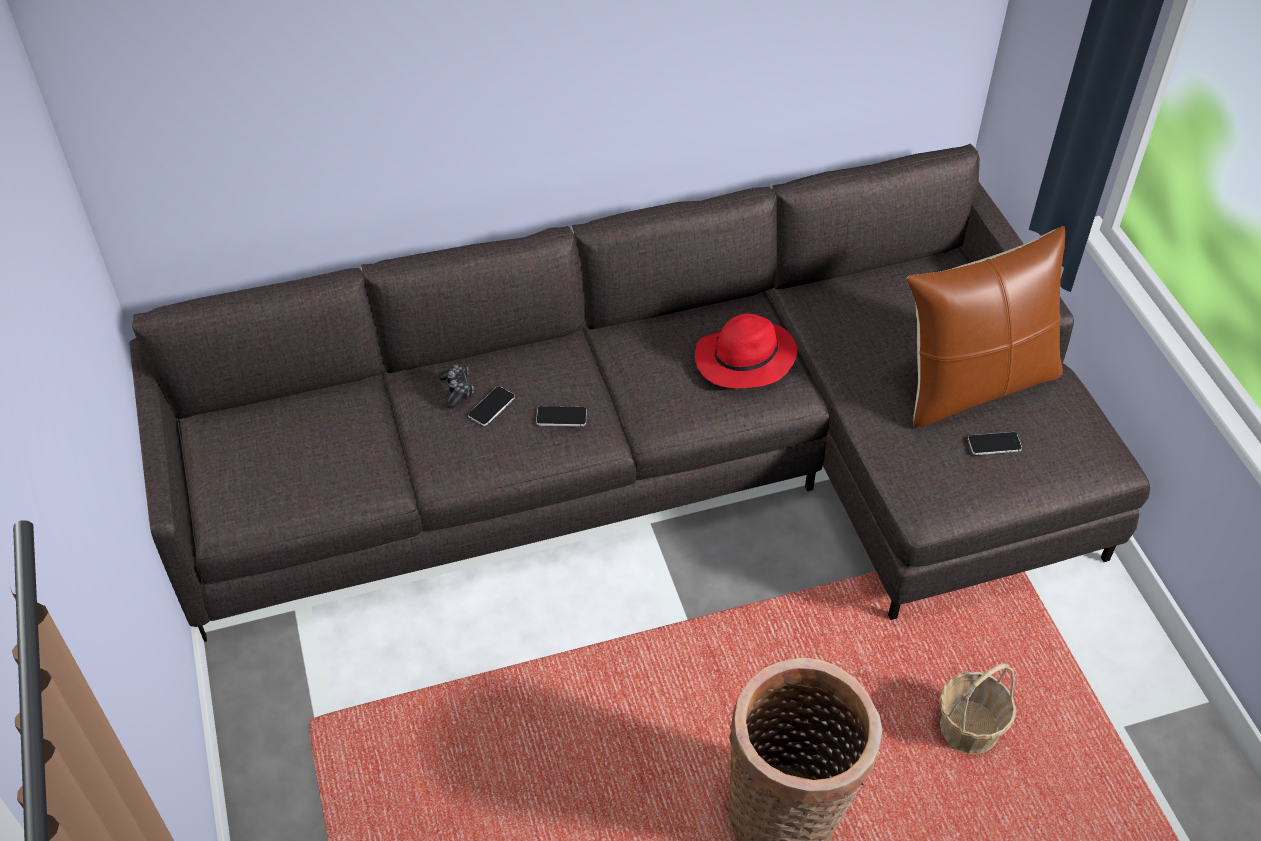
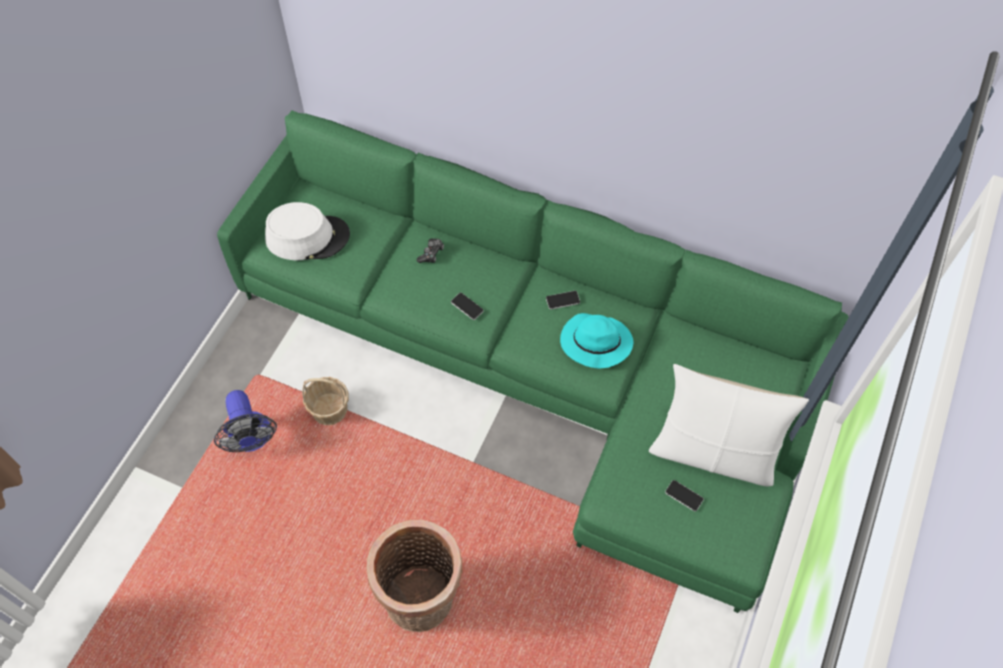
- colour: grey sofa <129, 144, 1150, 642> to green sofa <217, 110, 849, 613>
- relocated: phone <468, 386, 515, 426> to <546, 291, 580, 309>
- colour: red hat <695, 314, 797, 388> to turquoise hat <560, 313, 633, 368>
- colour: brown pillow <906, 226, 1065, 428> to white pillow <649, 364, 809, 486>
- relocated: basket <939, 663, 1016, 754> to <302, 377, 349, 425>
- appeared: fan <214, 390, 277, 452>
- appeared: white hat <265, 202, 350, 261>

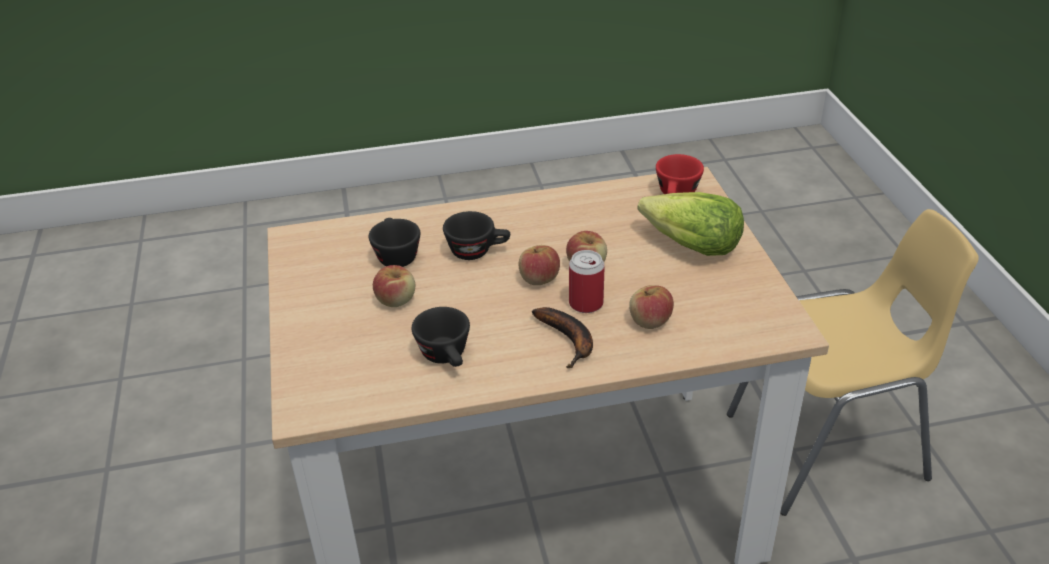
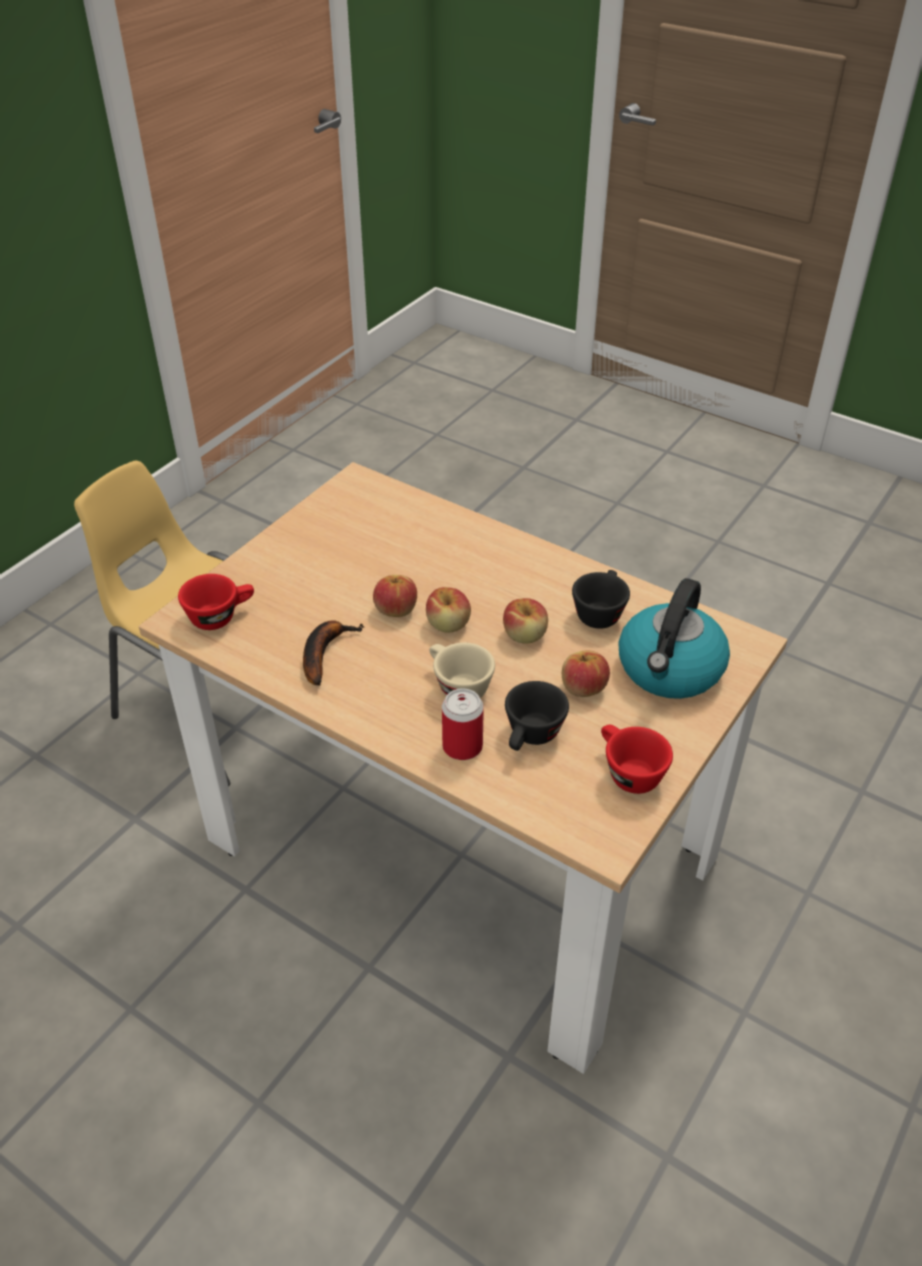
- colour: black cup <443, 211, 510, 260> to beige cup <429, 643, 495, 698>
- relocated: banana <532, 307, 593, 368> to <303, 620, 364, 686>
- relocated: can <569, 250, 605, 313> to <442, 689, 484, 760>
- relocated: apple <629, 285, 674, 329> to <503, 598, 548, 644>
- missing: lettuce <637, 192, 744, 256>
- appeared: red cup <601, 725, 673, 794>
- appeared: kettle <619, 578, 730, 699>

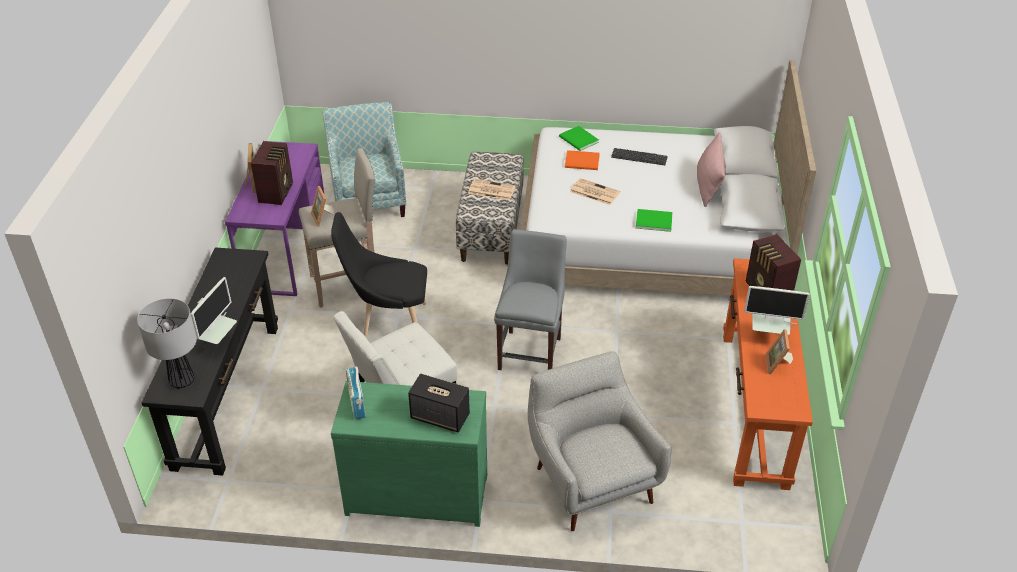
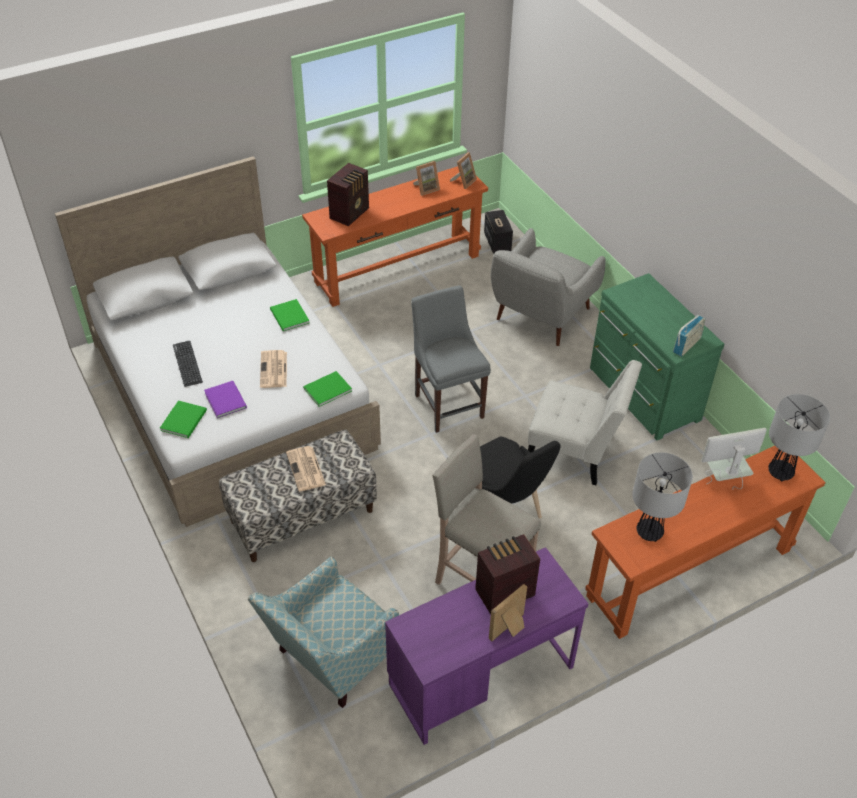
- colour: black console table <141, 248, 278, 476> to orange console table <585, 446, 826, 639>
- relocated: picture frame <311, 186, 334, 227> to <450, 152, 477, 189>
- relocated: speaker <408, 374, 470, 433> to <484, 210, 513, 254>
- spun: grey chair <494, 229, 567, 370> = <411, 285, 491, 433> 90 degrees clockwise
- colour: orange book <565, 150, 600, 170> to purple book <204, 381, 247, 418>
- missing: pink pillow <697, 132, 726, 207>
- missing: monitor <744, 286, 810, 335>
- appeared: green book <303, 371, 352, 407>
- appeared: table lamp <632, 452, 693, 542>

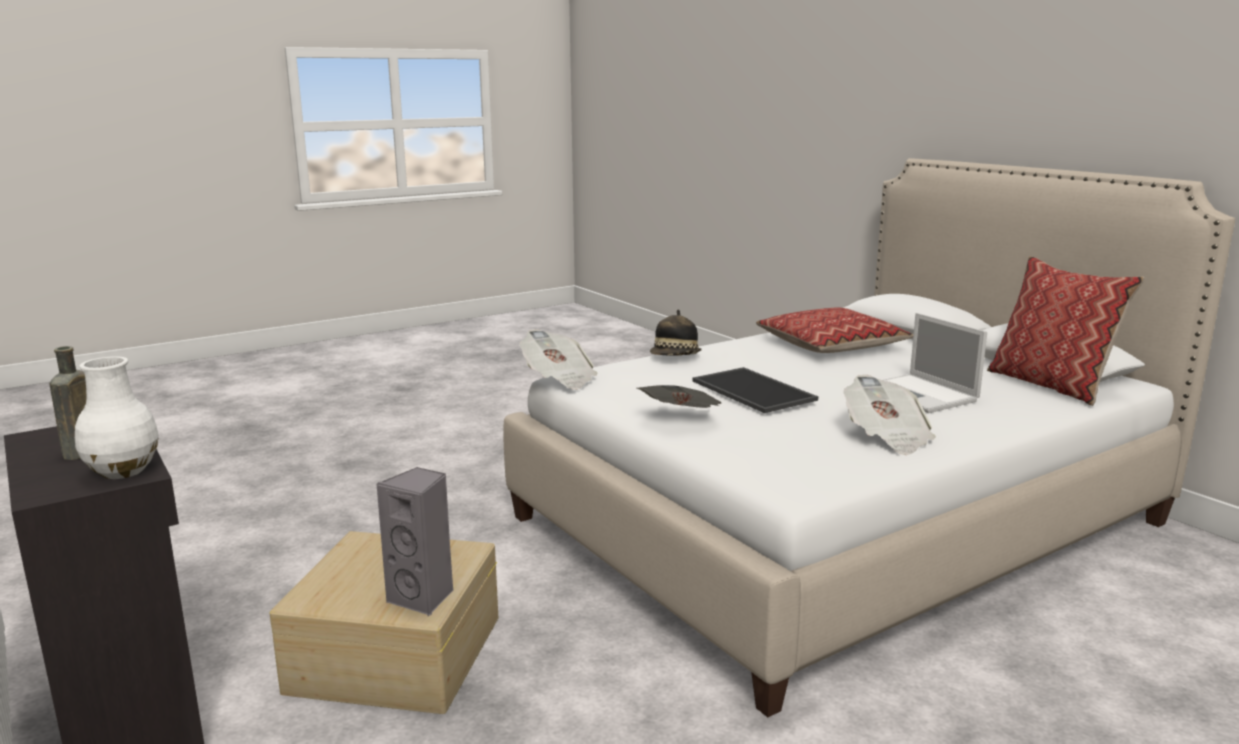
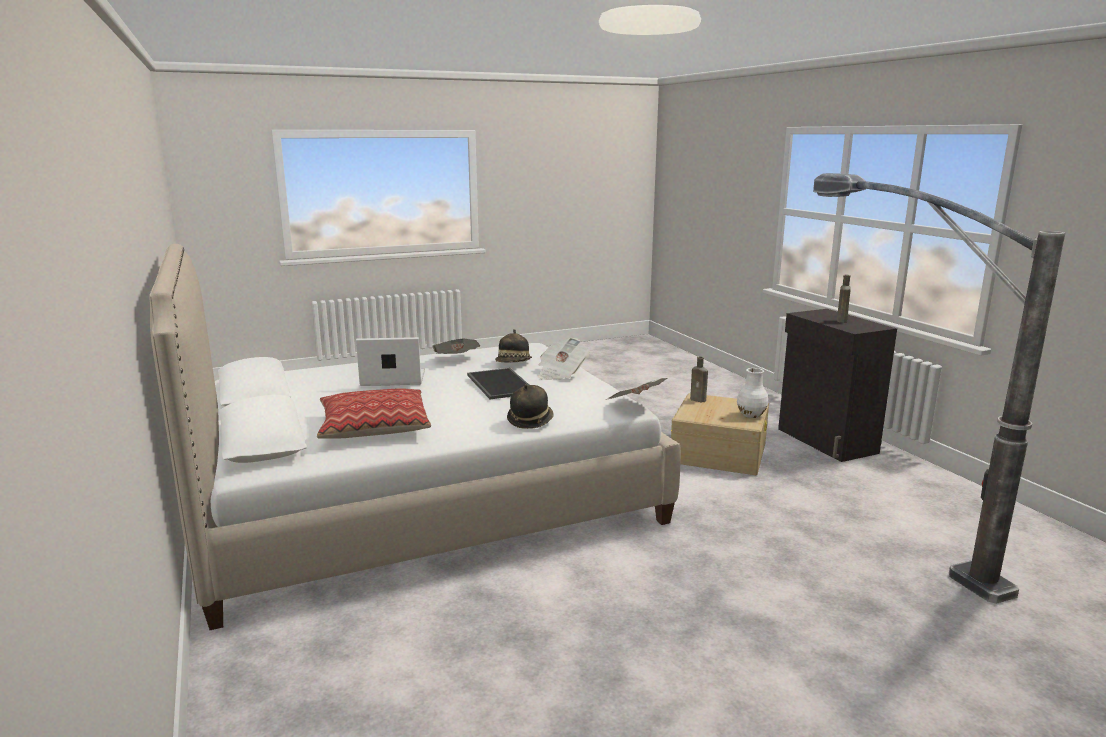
- relocated: white vase <75, 356, 159, 479> to <737, 368, 768, 418>
- exchanged: grey speaker <376, 467, 453, 616> to brown bottle <690, 356, 708, 402>
- spun: laptop <884, 313, 987, 413> = <356, 337, 425, 386> 75 degrees counterclockwise
- missing: pillow <987, 256, 1145, 406>
- appeared: hat <495, 329, 532, 363>
- appeared: floor lamp <813, 173, 1065, 604>

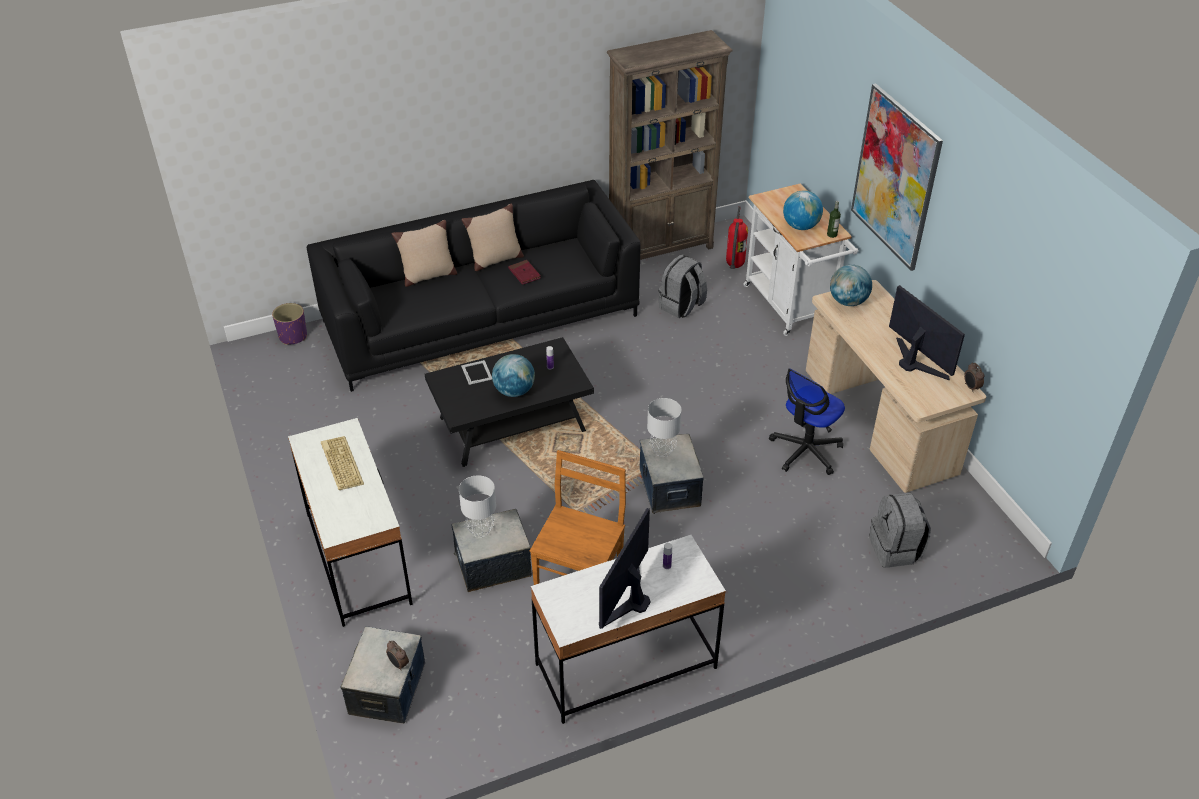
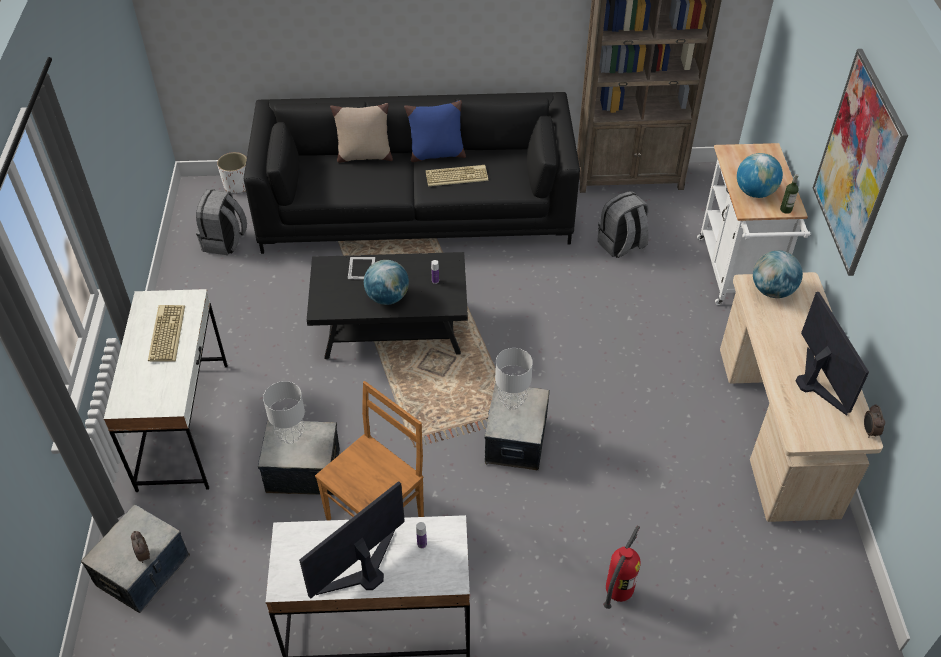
- colour: purple planter <272, 303, 307, 345> to white planter <217, 152, 247, 193>
- colour: beige pillow <461, 204, 524, 271> to blue pillow <404, 100, 466, 162>
- exchanged: red book <508, 260, 541, 285> to keyboard <426, 165, 488, 186>
- relocated: fire extinguisher <726, 206, 748, 269> to <603, 526, 641, 609>
- missing: office chair <769, 368, 845, 475>
- relocated: grey backpack <869, 493, 931, 568> to <196, 189, 247, 255>

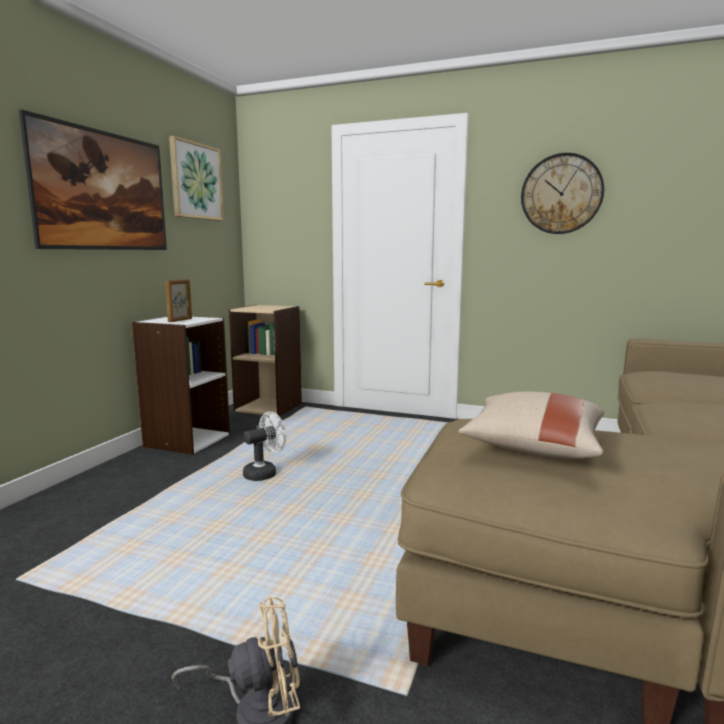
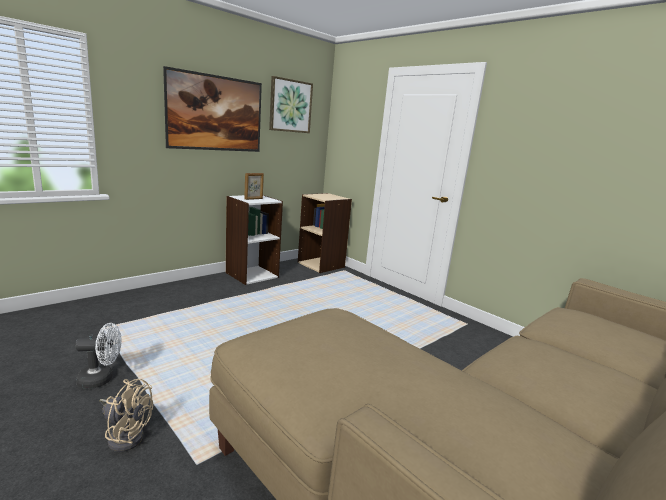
- relocated: white fan <243, 411, 286, 481> to <75, 323, 122, 388>
- missing: beige pillow <458, 392, 604, 459>
- missing: wall clock <521, 153, 604, 234>

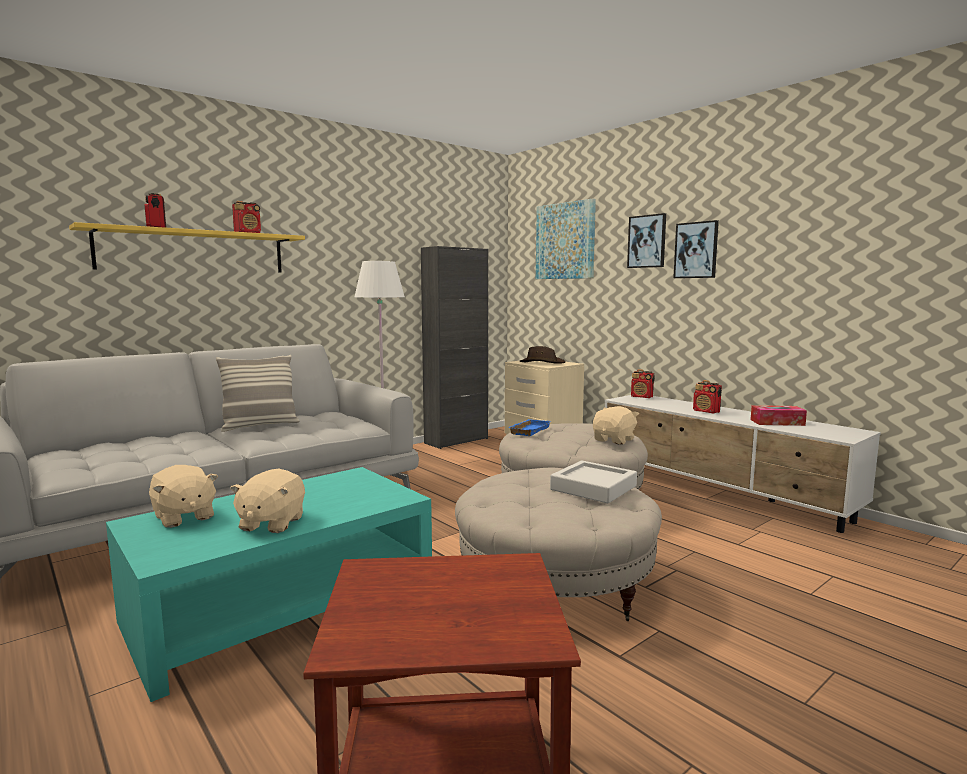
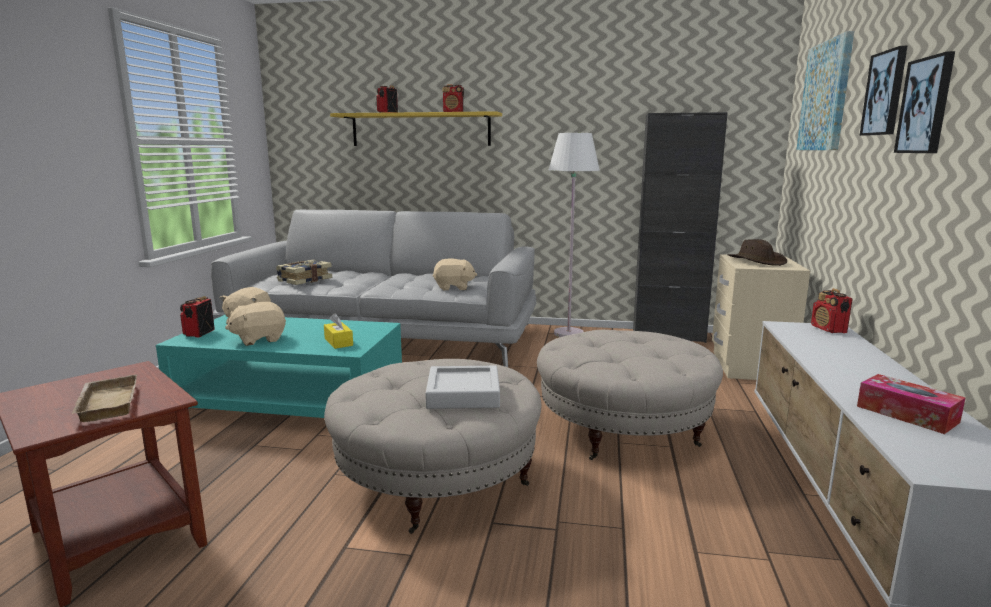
- missing: pillow <216, 355, 299, 432>
- missing: blue tray <507, 419, 551, 436>
- relocated: beige plush toy <593, 406, 639, 445> to <433, 258, 477, 290>
- relocated: radio <693, 380, 722, 414> to <180, 296, 215, 337>
- appeared: beige tray <72, 374, 137, 422>
- appeared: book <276, 260, 332, 285>
- appeared: yellow tissue box <324, 313, 353, 349>

